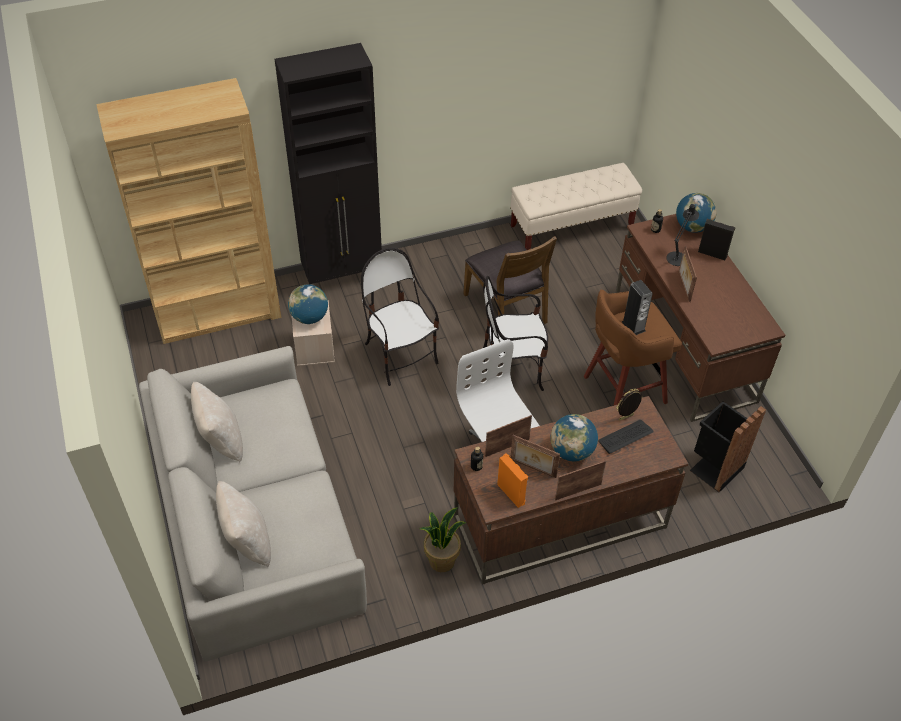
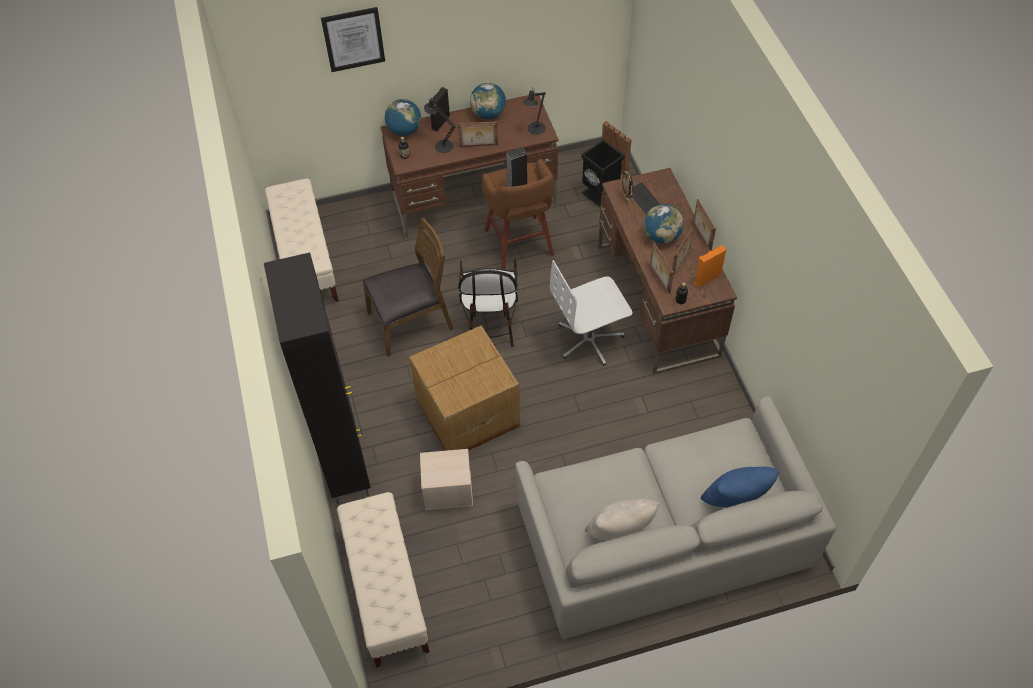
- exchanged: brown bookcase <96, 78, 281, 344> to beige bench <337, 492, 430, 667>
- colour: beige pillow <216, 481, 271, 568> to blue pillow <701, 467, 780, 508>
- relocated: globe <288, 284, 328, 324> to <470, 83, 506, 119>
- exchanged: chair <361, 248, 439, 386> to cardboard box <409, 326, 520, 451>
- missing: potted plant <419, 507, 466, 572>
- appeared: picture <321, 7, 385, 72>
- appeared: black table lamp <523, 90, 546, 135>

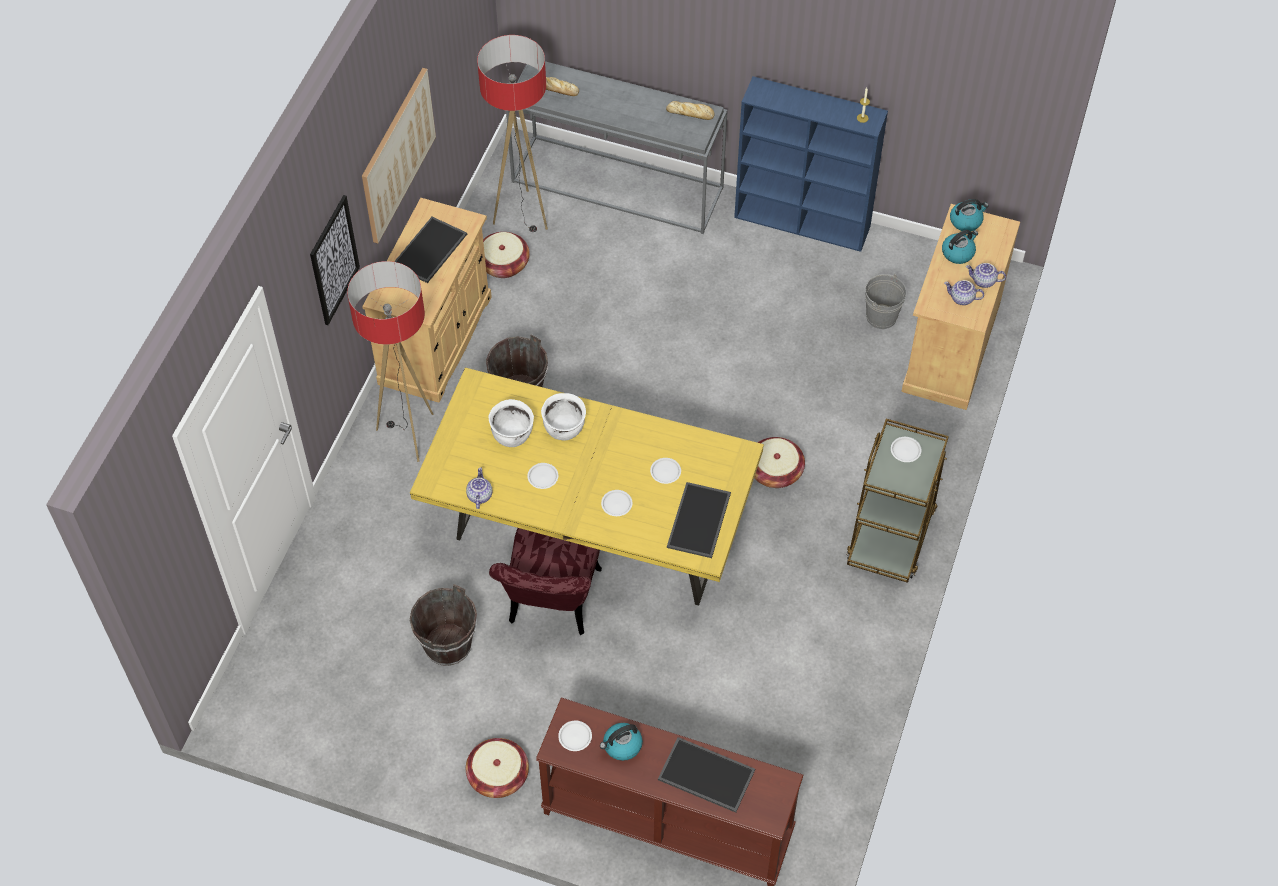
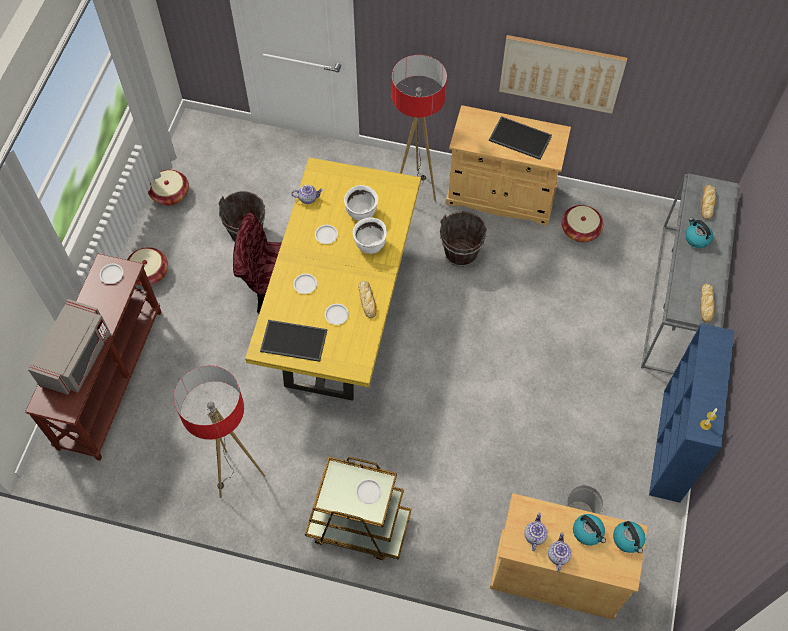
- missing: picture <310, 195, 360, 325>
- relocated: floor lamp <477, 35, 548, 232> to <174, 365, 265, 498>
- relocated: kettle <600, 723, 643, 761> to <685, 218, 713, 248>
- exchanged: tray <658, 737, 755, 813> to grey microwave <28, 299, 110, 396>
- relocated: basket <754, 437, 805, 488> to <148, 170, 189, 206>
- appeared: bread <358, 281, 376, 318>

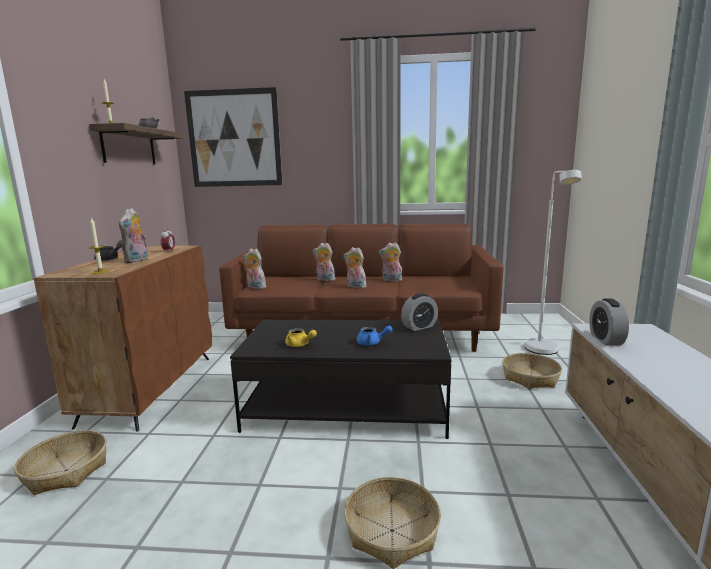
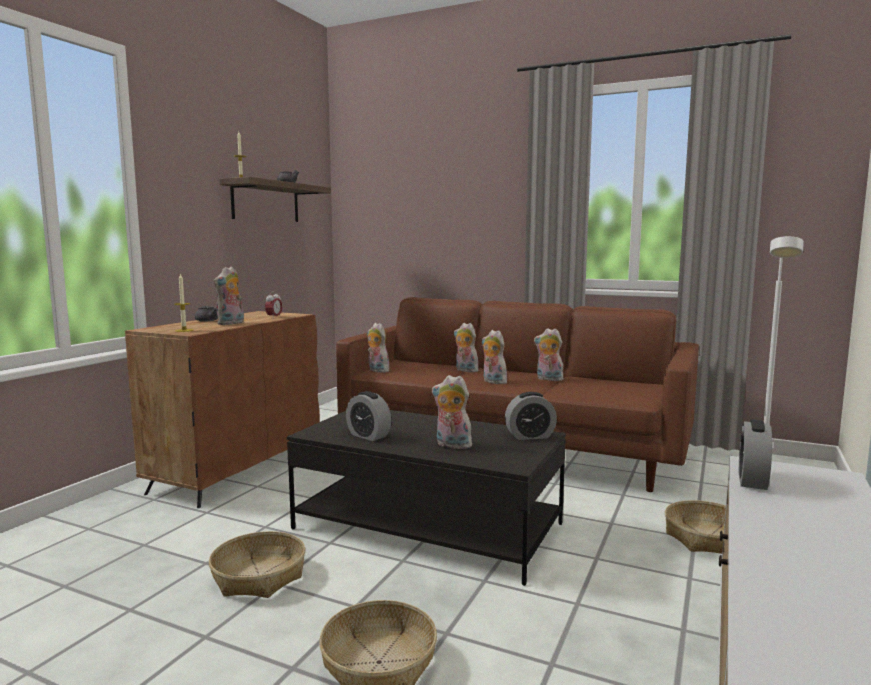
- relocated: basket <14, 430, 107, 495> to <209, 531, 305, 598>
- missing: picture <184, 87, 282, 187>
- exchanged: yellow teapot <285, 328, 317, 347> to alarm clock <346, 391, 391, 441>
- exchanged: blue teapot <357, 326, 393, 345> to plush toy <432, 375, 472, 449>

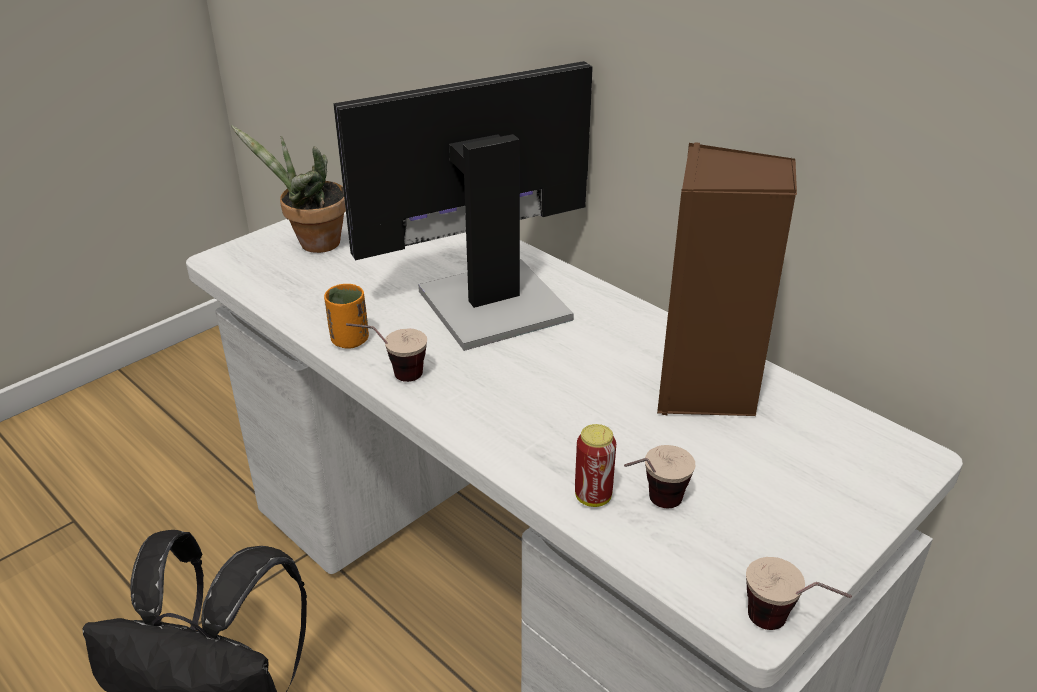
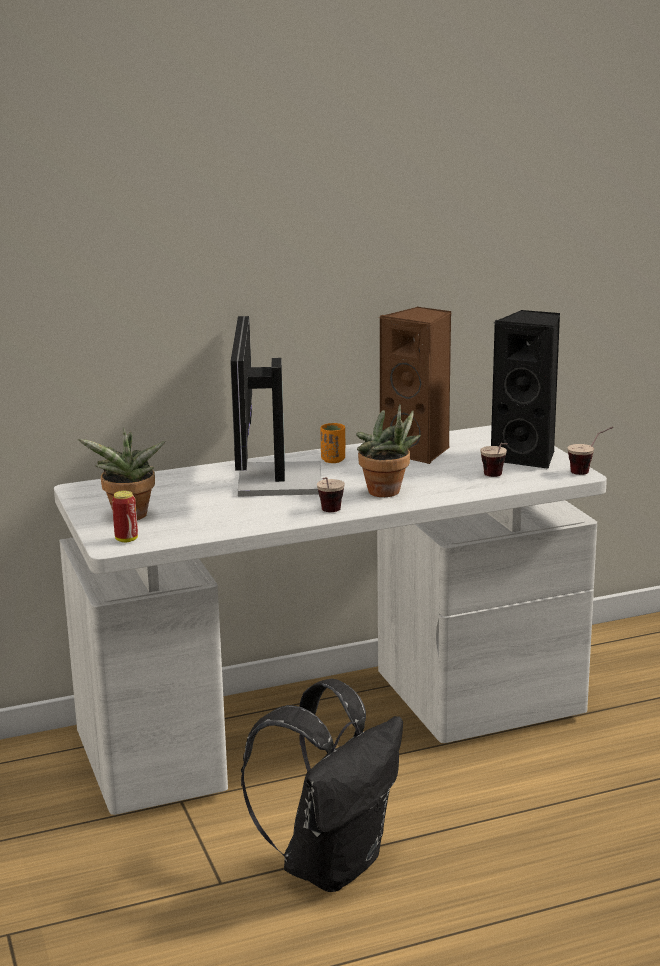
- relocated: orange cup <324, 284, 369, 349> to <321, 423, 345, 463>
- relocated: can <575, 424, 616, 507> to <112, 491, 138, 542>
- appeared: potted plant <356, 404, 421, 497>
- appeared: black speaker <491, 310, 560, 469>

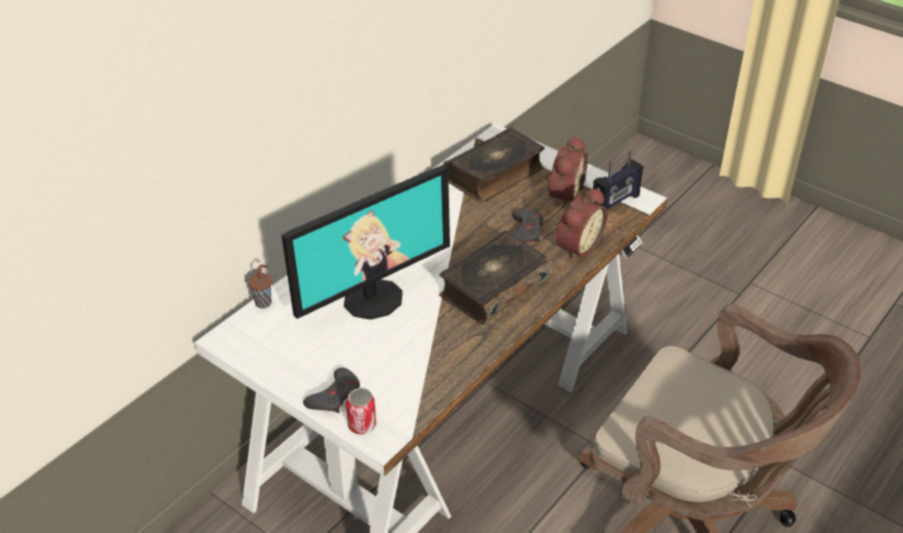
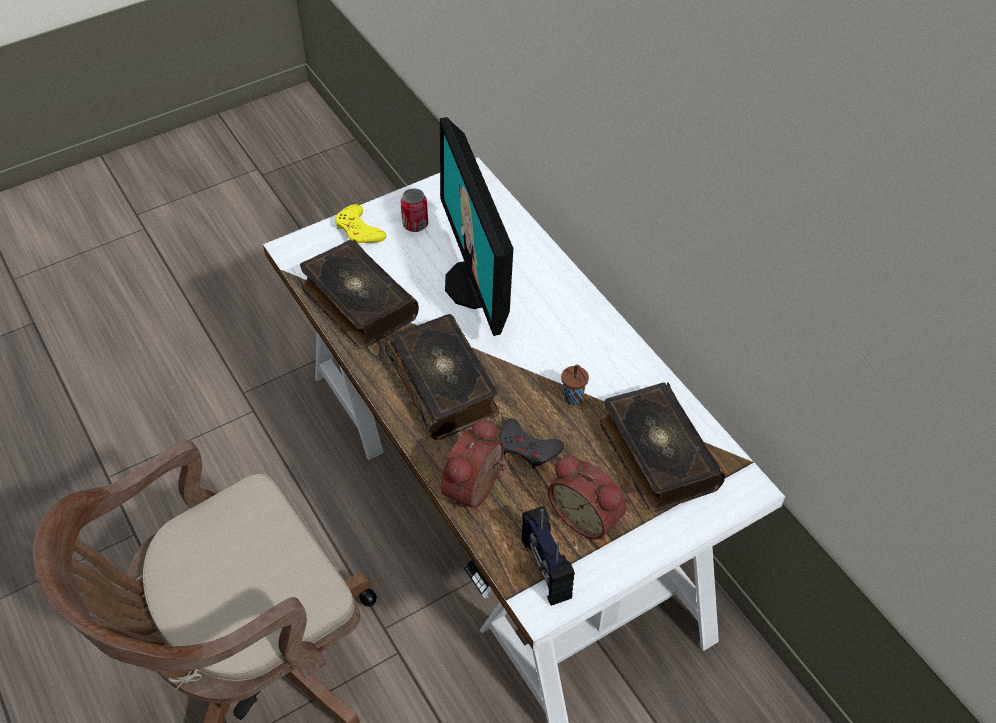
- relocated: brown cup <248, 265, 272, 308> to <561, 365, 589, 405>
- colour: grey game controller <303, 368, 360, 413> to yellow game controller <335, 204, 386, 243>
- relocated: can <346, 388, 376, 435> to <401, 188, 428, 232>
- spun: alarm clock <556, 188, 608, 261> = <440, 418, 505, 509> 60 degrees clockwise
- appeared: book <300, 239, 419, 349>

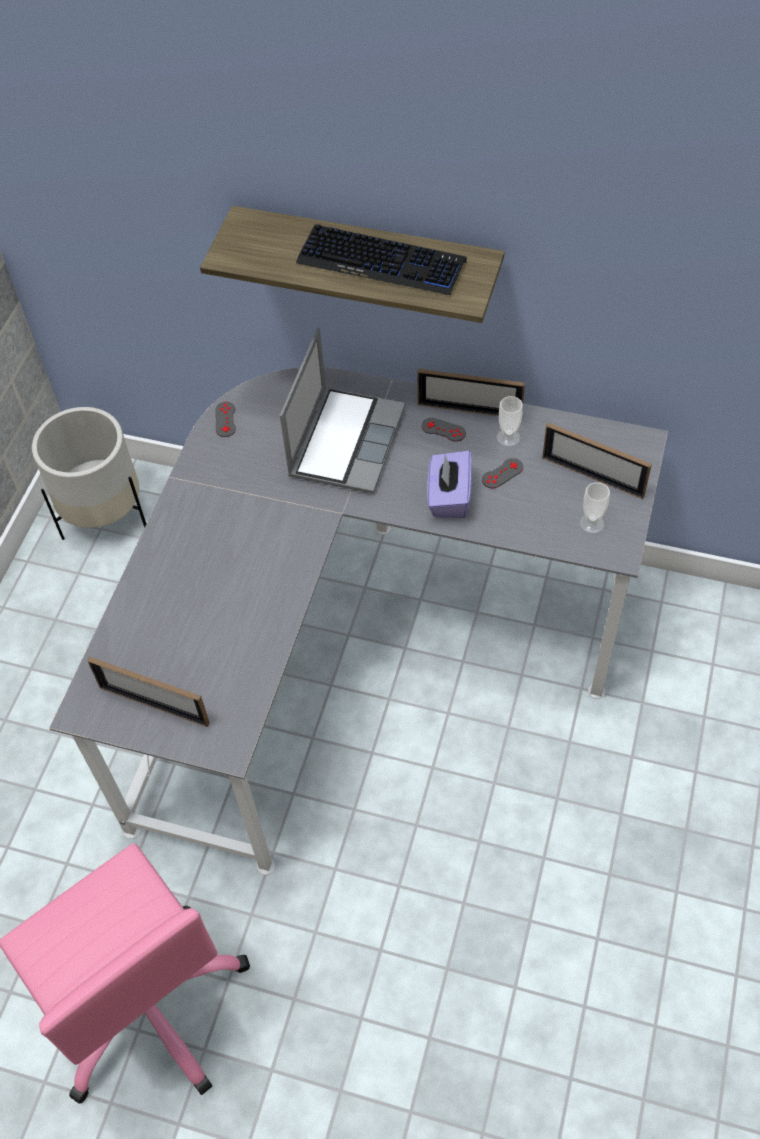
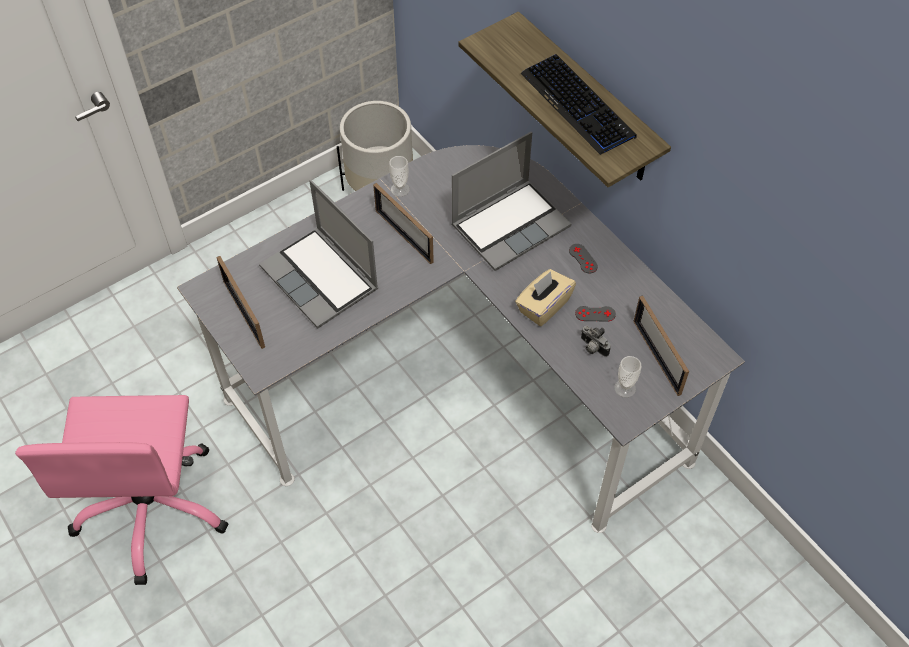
- missing: grey game controller <215, 402, 236, 437>
- relocated: picture frame <417, 369, 525, 416> to <373, 183, 434, 264>
- colour: purple tissue box <427, 451, 472, 518> to beige tissue box <515, 269, 576, 326>
- relocated: cup <497, 396, 523, 447> to <389, 156, 410, 197>
- appeared: laptop <259, 180, 378, 328>
- appeared: photo camera <581, 326, 611, 357>

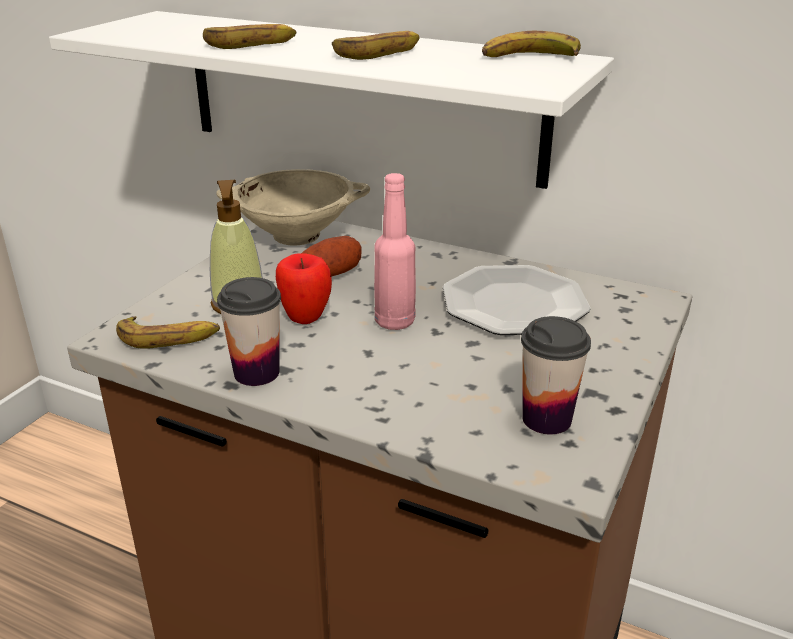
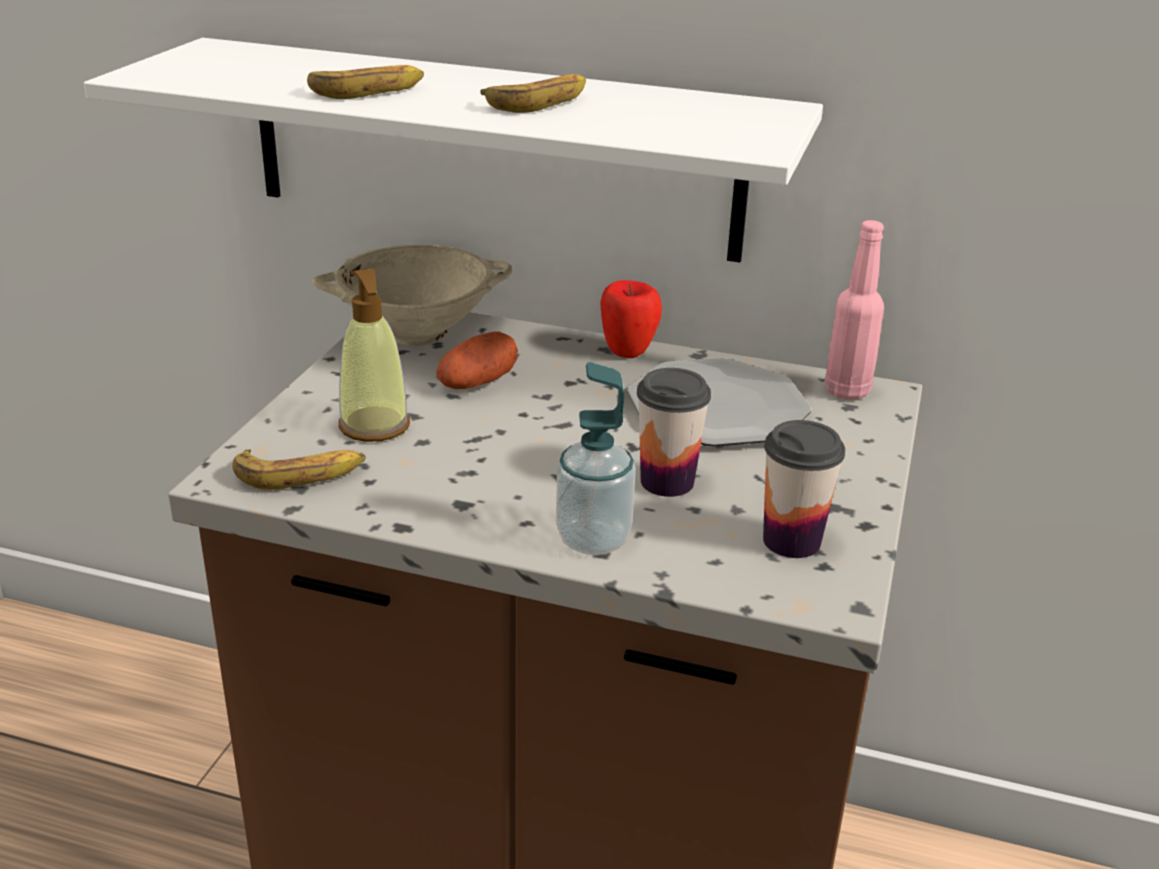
- relocated: cup <217, 277, 281, 386> to <637, 368, 711, 497>
- relocated: apple <276, 253, 332, 324> to <600, 280, 662, 358>
- relocated: pink bottle <374, 173, 416, 330> to <824, 220, 884, 399>
- missing: banana <482, 31, 581, 57>
- appeared: soap dispenser <556, 362, 636, 555>

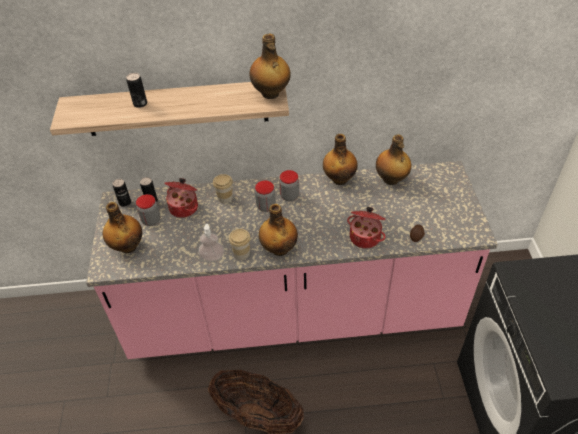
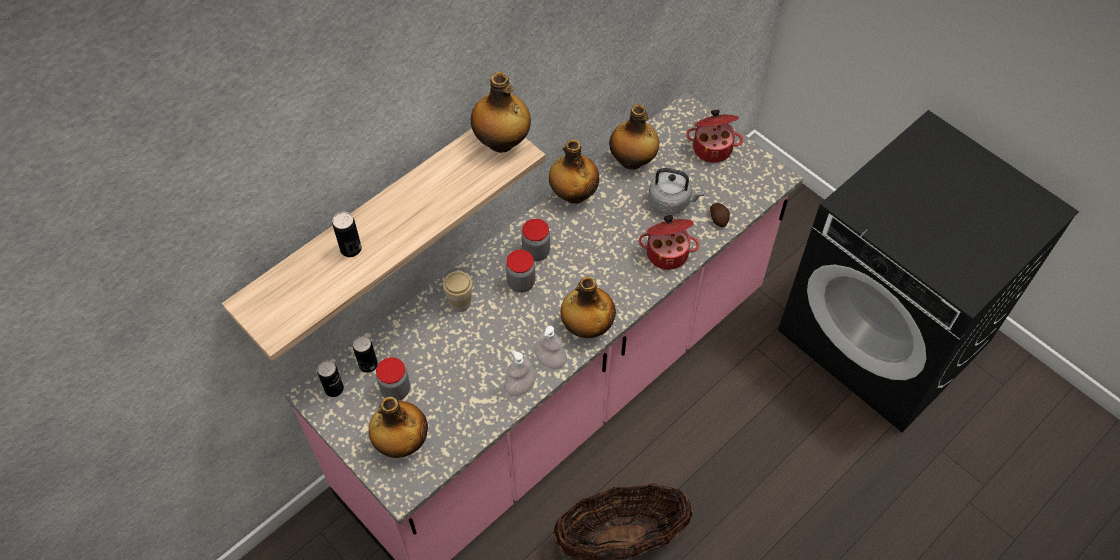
- relocated: cooking pot <164, 178, 198, 218> to <686, 110, 743, 163>
- exchanged: cup <229, 229, 251, 260> to soap dispenser <534, 326, 567, 369>
- appeared: grey kettle <649, 168, 704, 214>

